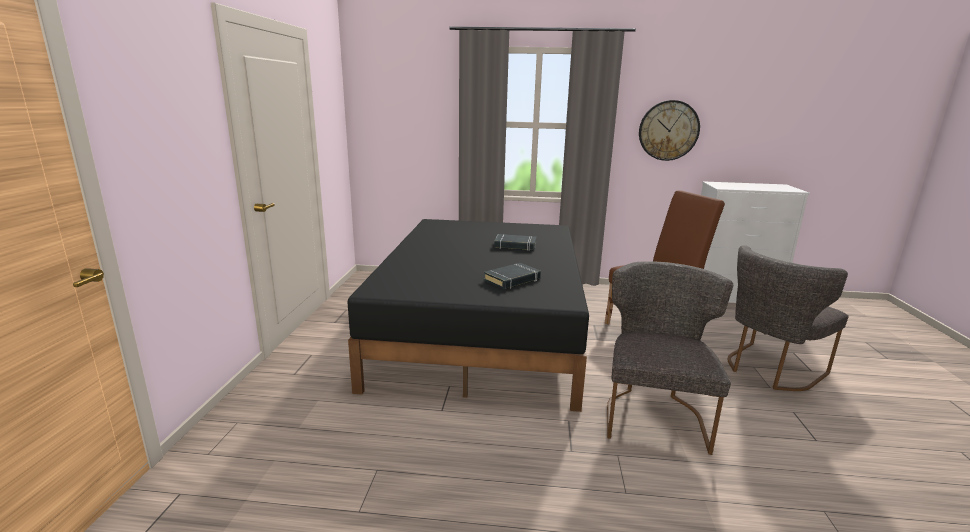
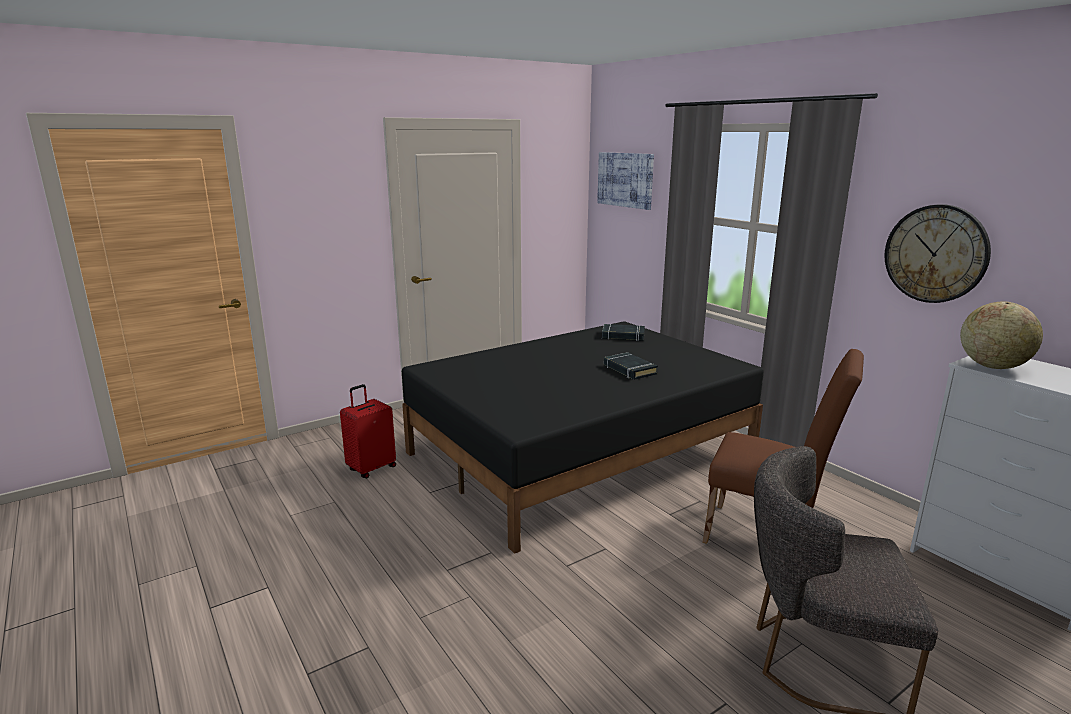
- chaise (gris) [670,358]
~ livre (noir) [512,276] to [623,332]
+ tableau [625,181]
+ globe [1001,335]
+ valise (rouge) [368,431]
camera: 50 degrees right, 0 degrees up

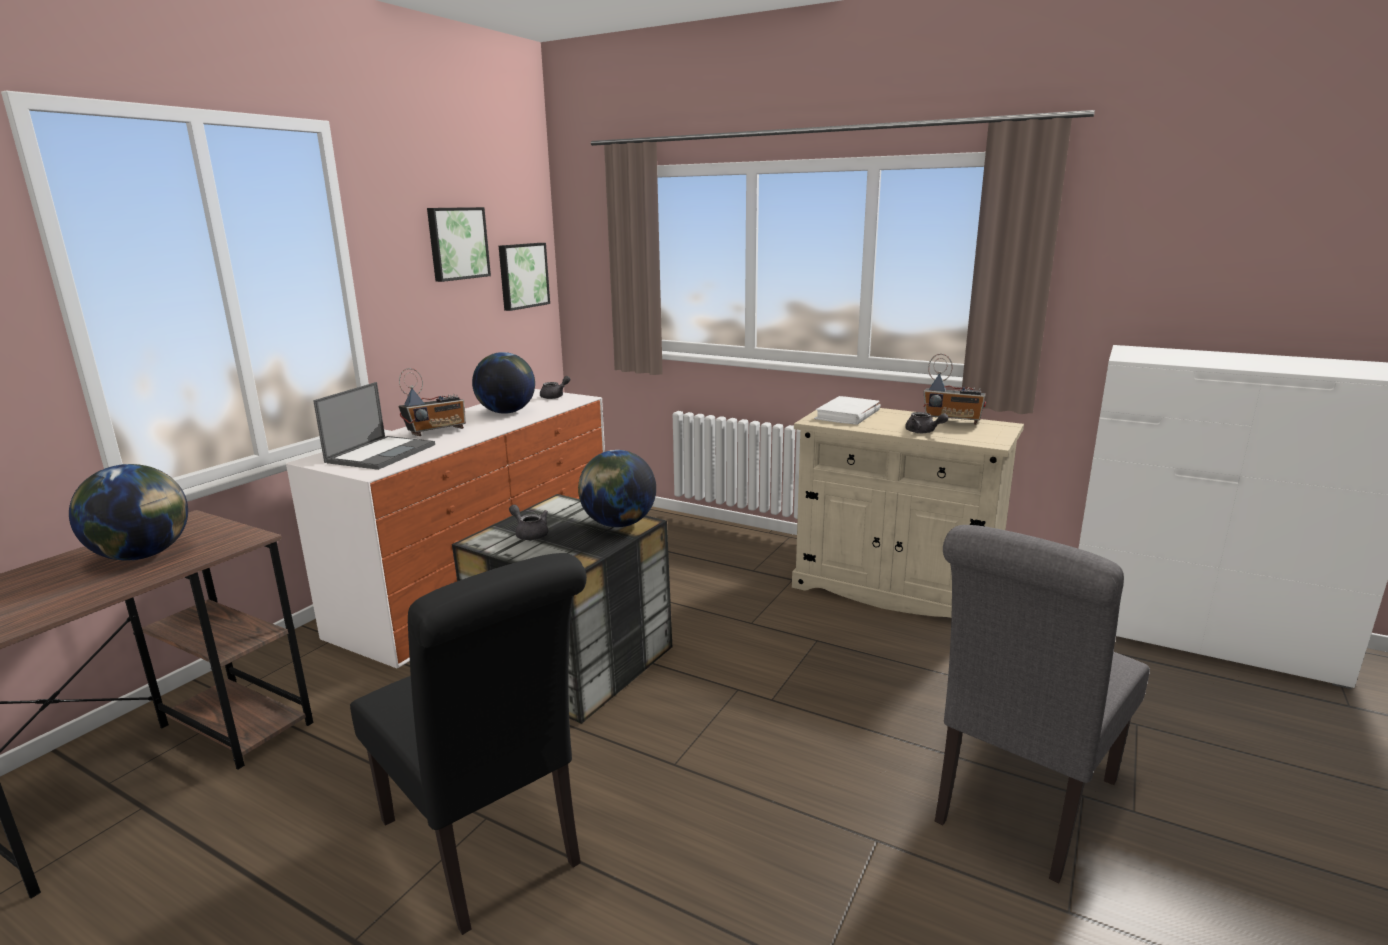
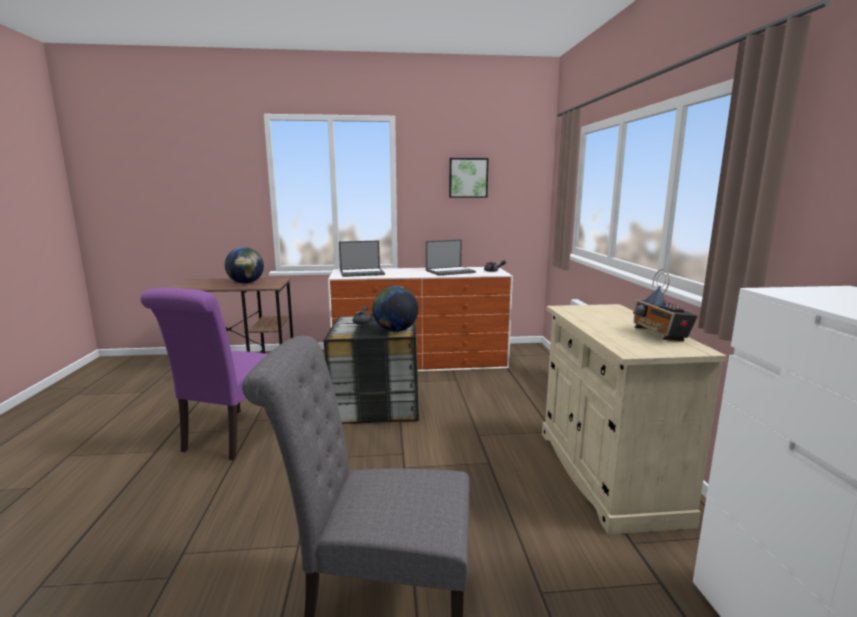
- tableau [524,277]
~ globe [503,383] to ordinateur portable [451,257]
- radio [432,402]
- livre (blanc) [847,410]
- théière (gris) [926,422]
~ chaise (noir) [468,744] to chaise (violet) [204,374]
camera: 55 degrees right, 5 degrees down

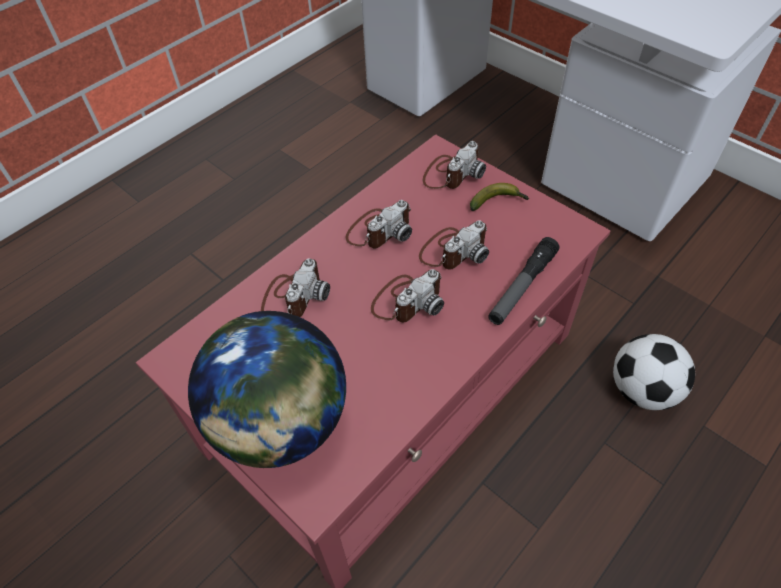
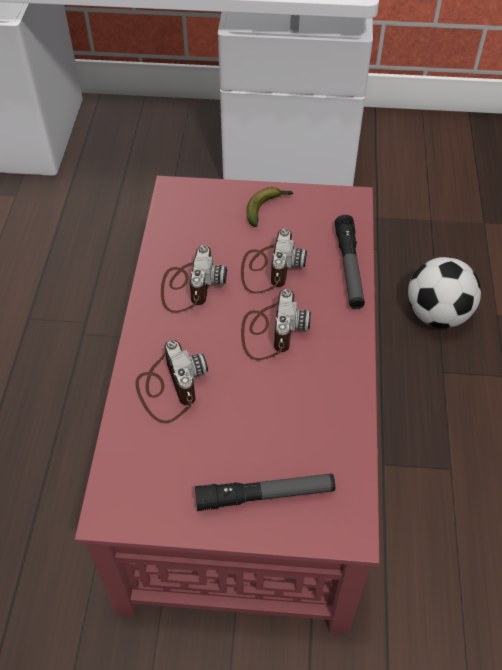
- appareil photo [454,165]
~ globe [267,389] to lampe de poche [265,492]
camera: 40 degrees left, 0 degrees up

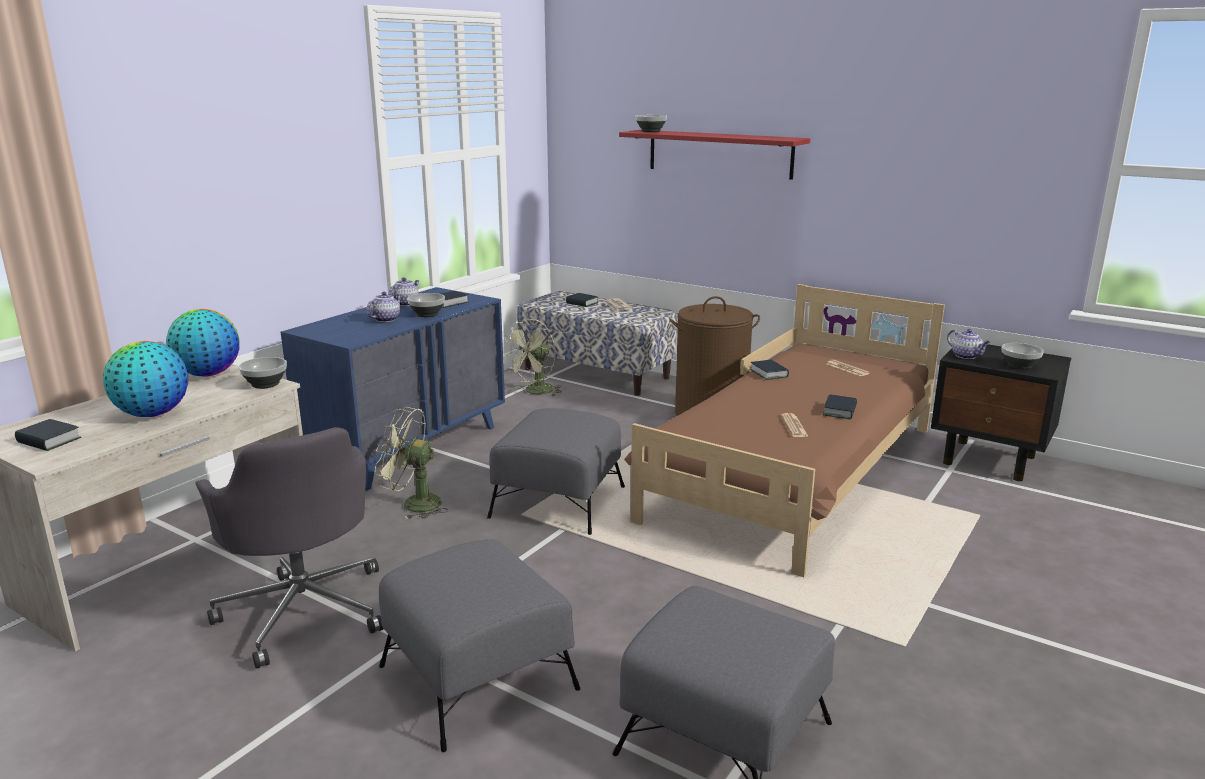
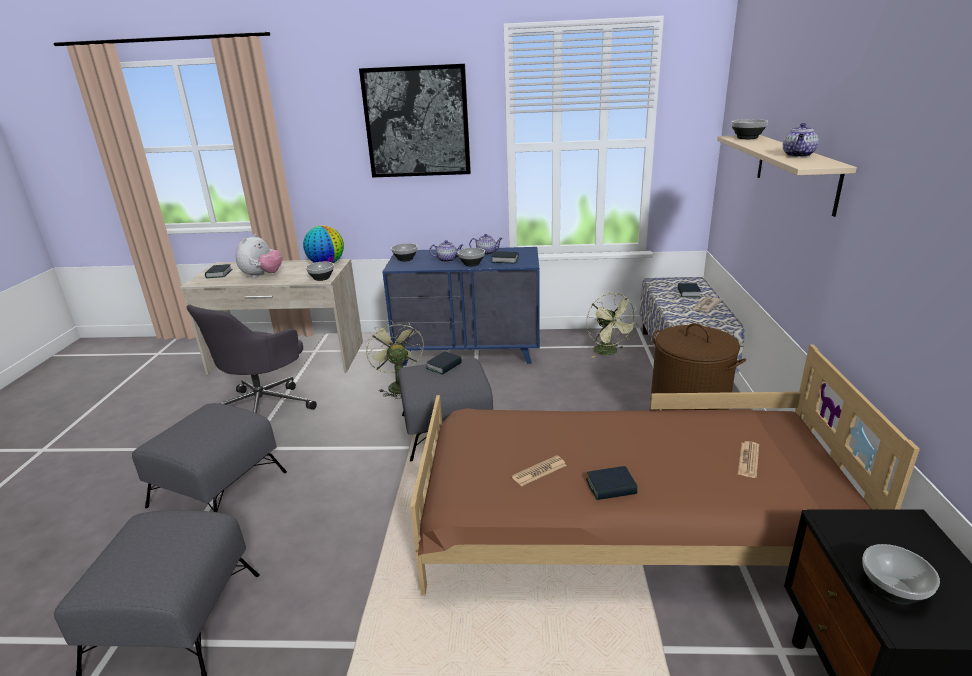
~ étagère (rouge) [714,155] to étagère (beige) [787,176]
~ ventilateur (vert) [532,357] = [612,325] 120 degrees counterclockwise
~ théière [968,344] to [801,140]
~ globe [145,379] to peluche [259,256]
~ livre [769,370] to [444,363]
+ tableau [415,120]
+ bol [404,252]
camera: 60 degrees right, 5 degrees up

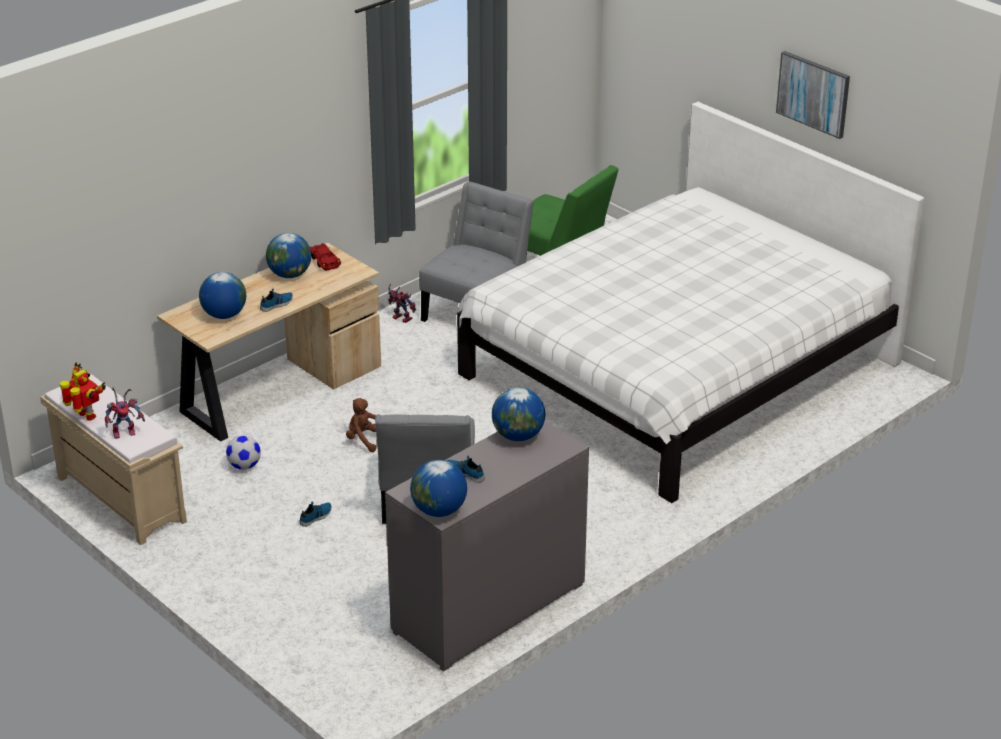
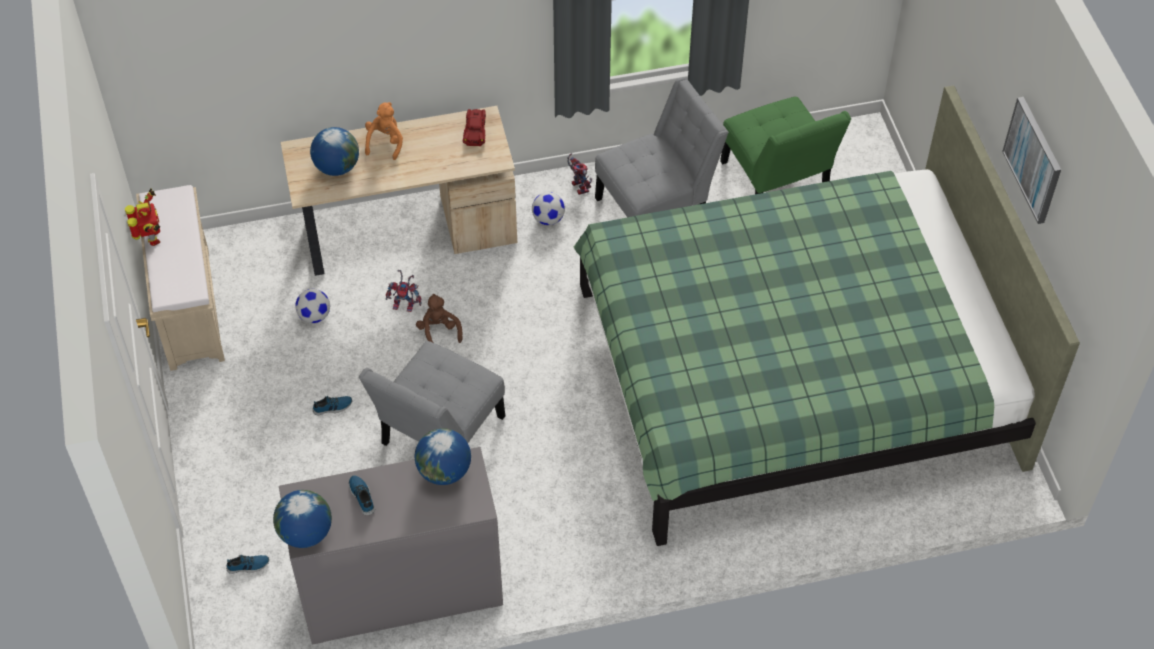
~ lit (blanc) [690,302] to lit (vert) [827,316]
- globe [288,255]
~ chaussure [276,300] to [247,564]
~ robot jouet [125,413] to [404,291]
+ peluche (orange) [384,131]
+ ballon de foot [548,208]
camera: 30 degrees right, 20 degrees up

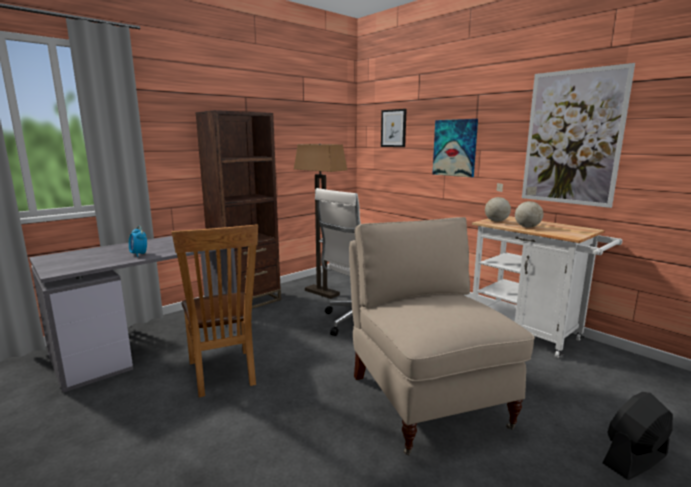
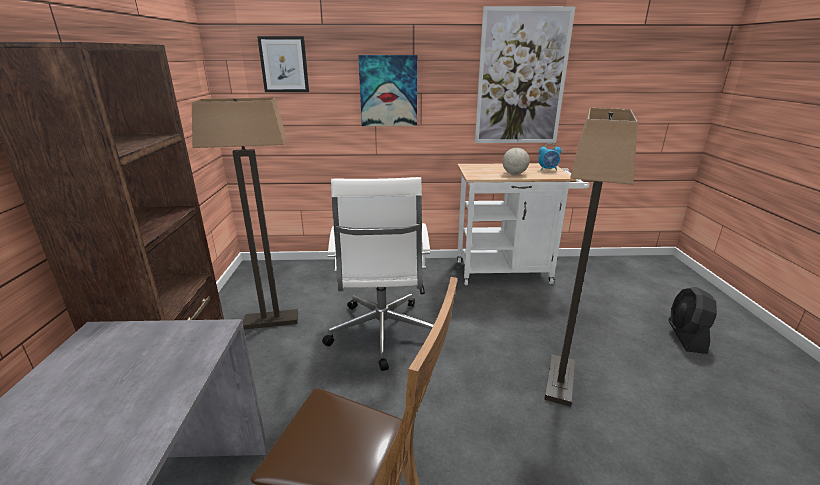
- globe [498,202]
~ chaise (beige) [442,336] to lampadaire [591,257]
~ réveil [138,241] to [549,157]
camera: 50 degrees left, 10 degrees up

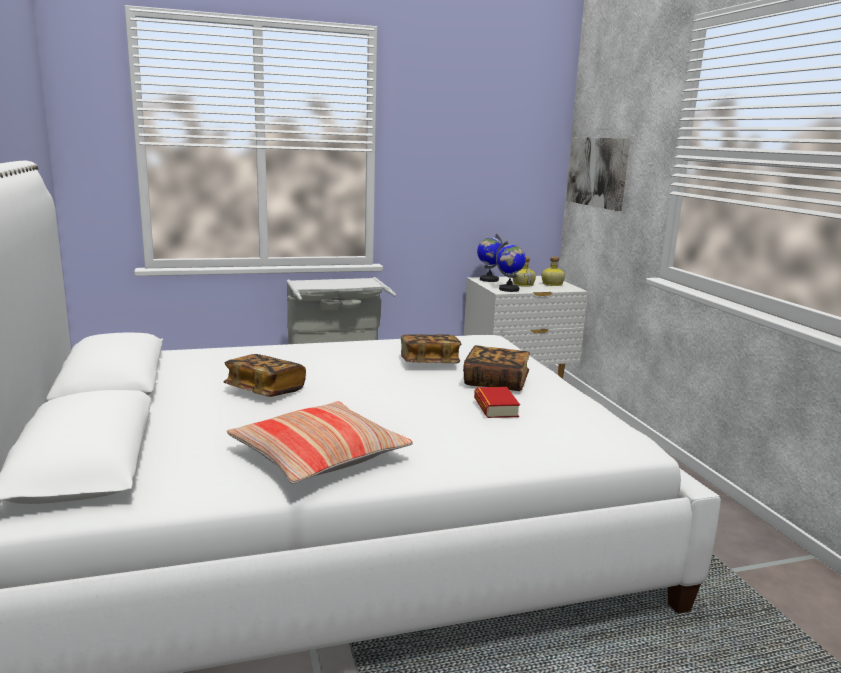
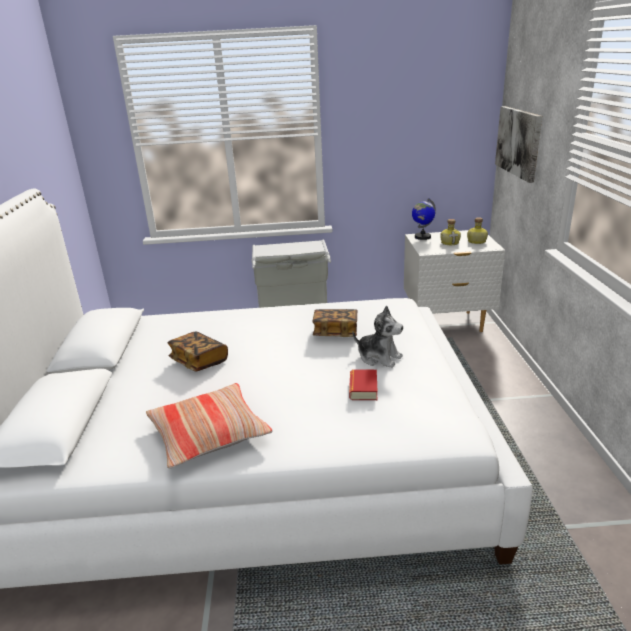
- globe [511,266]
~ livre [496,368] to peluche [377,337]
camera: 15 degrees right, 10 degrees up

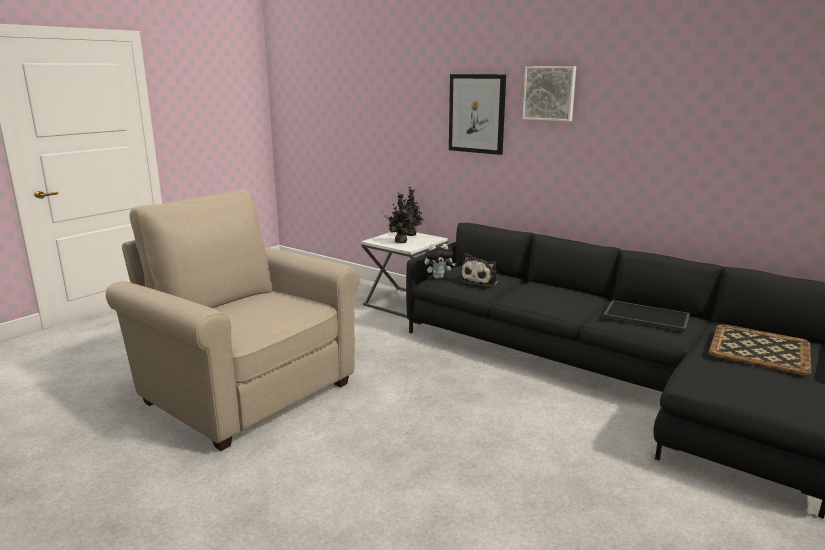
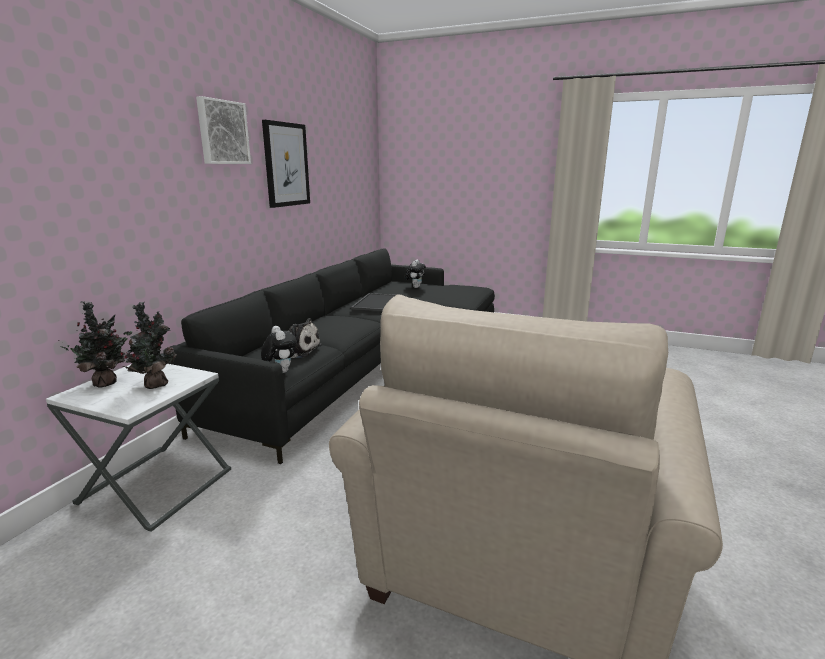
~ tableau [477,114] to [286,164]
~ plateau [760,349] to peluche [415,273]
camera: 105 degrees left, 0 degrees up

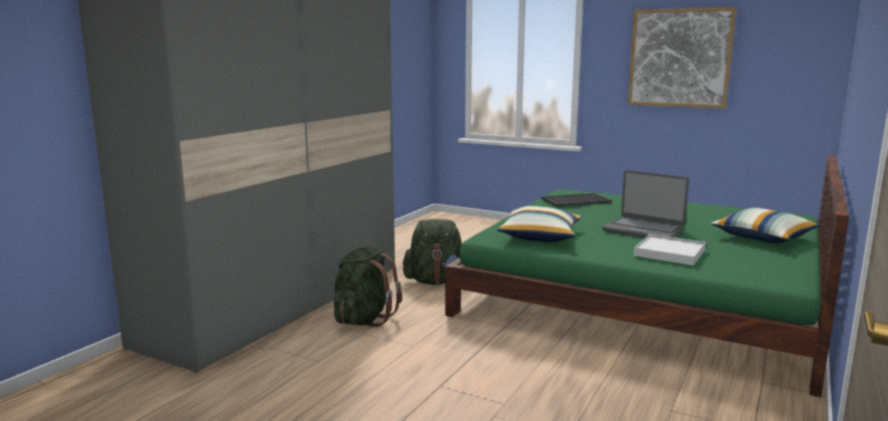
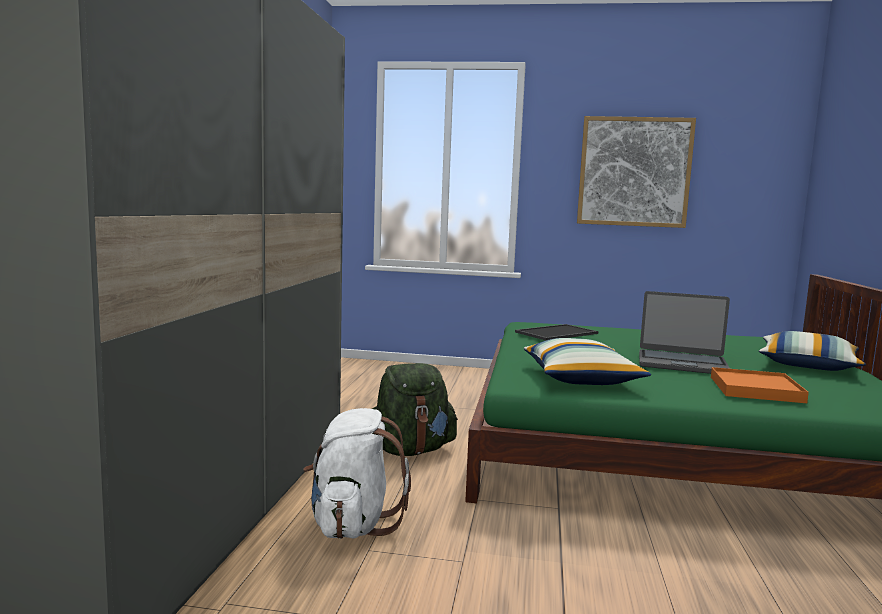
~ plateau (blanc) [670,249] to plateau (orange) [760,385]
~ sac à dos (vert) [368,286] to sac à dos (blanc) [357,473]
camera: 20 degrees left, 5 degrees down

